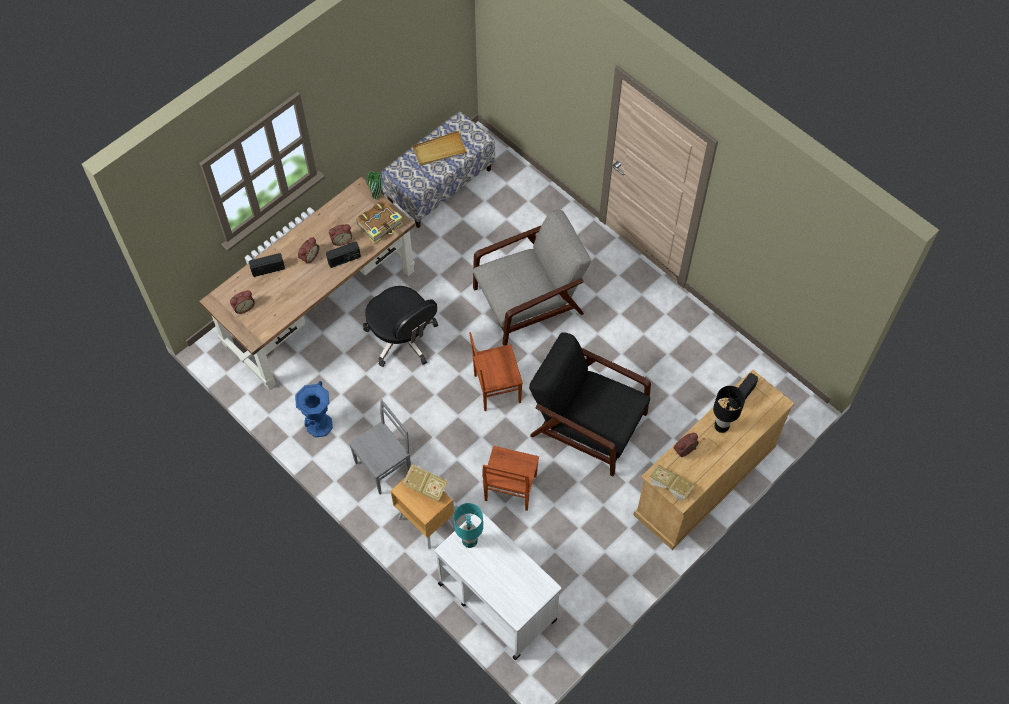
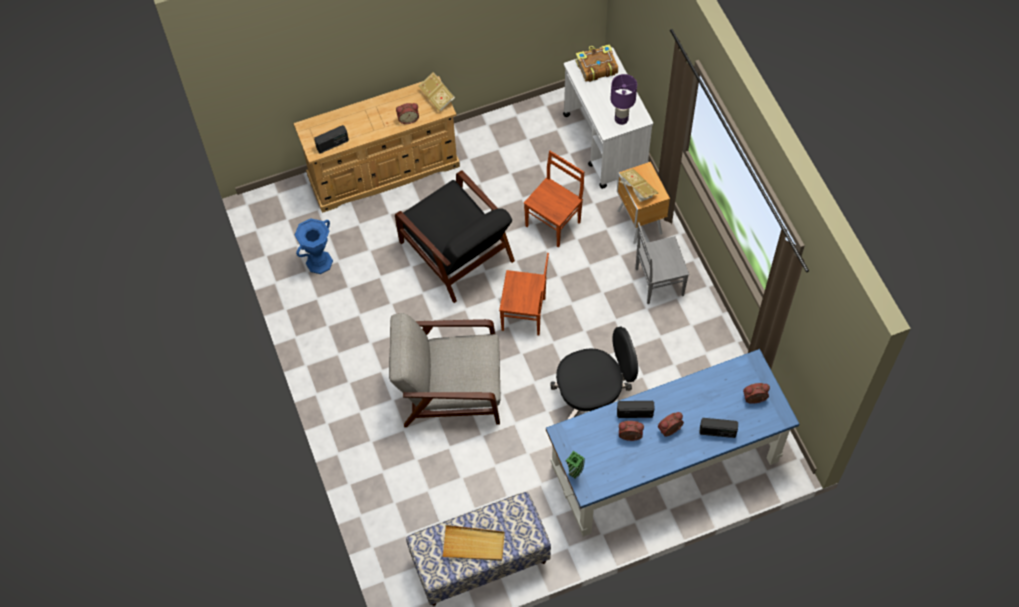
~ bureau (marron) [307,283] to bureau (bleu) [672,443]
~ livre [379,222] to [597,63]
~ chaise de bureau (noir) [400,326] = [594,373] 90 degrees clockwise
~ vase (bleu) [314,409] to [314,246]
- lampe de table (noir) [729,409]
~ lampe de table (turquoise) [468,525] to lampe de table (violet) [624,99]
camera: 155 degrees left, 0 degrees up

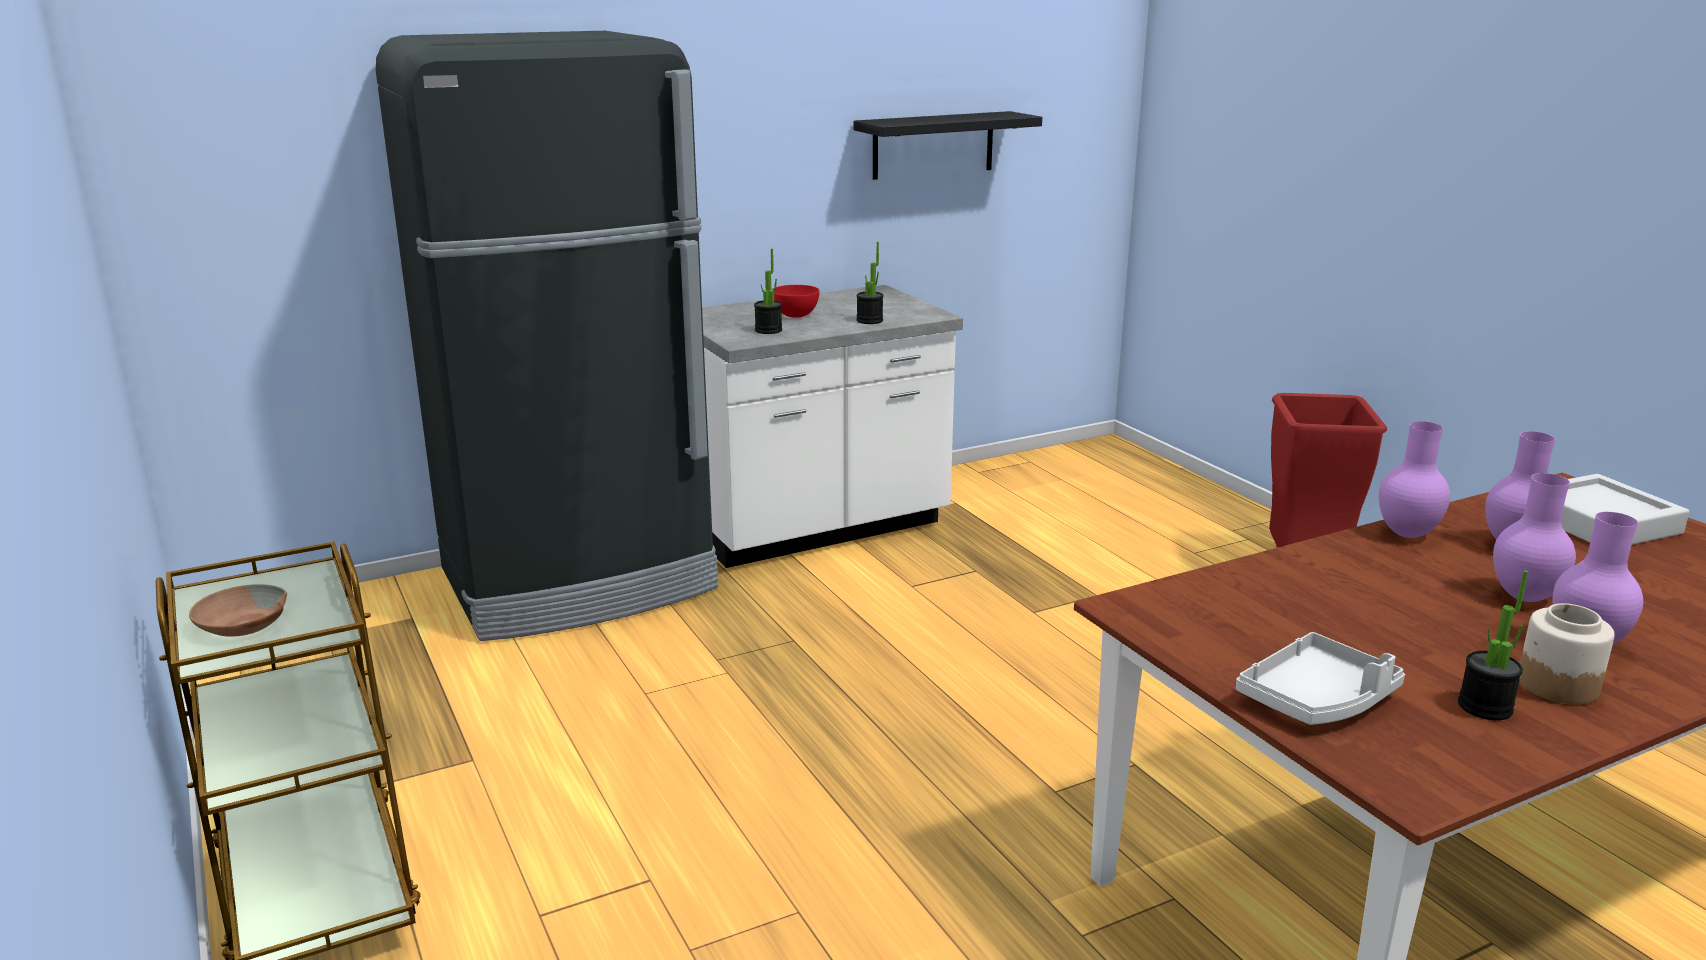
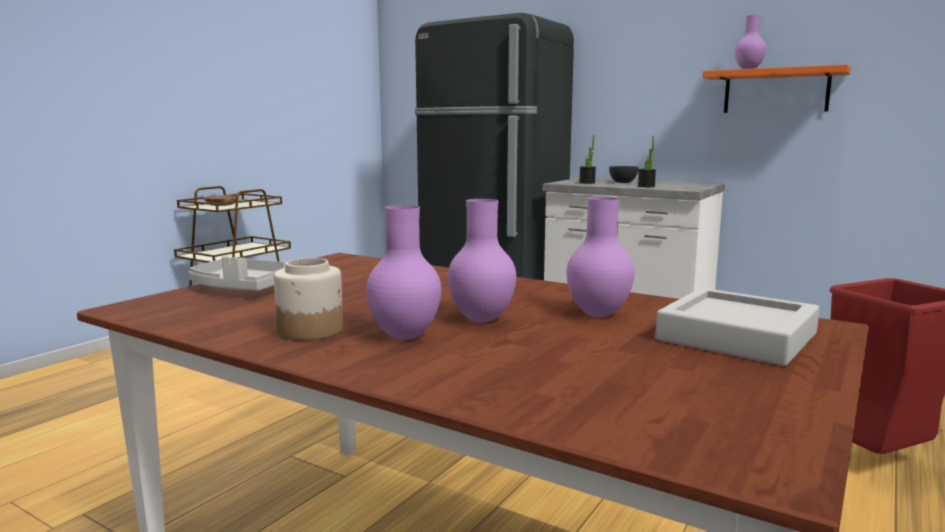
~ étagère (noir) [948,145] to étagère (orange) [777,89]
~ bol (rouge) [796,301] to bol (gris) [624,174]
~ vase (violet) [1414,479] to [750,42]
- plante en pot [1493,645]
camera: 60 degrees right, 10 degrees down

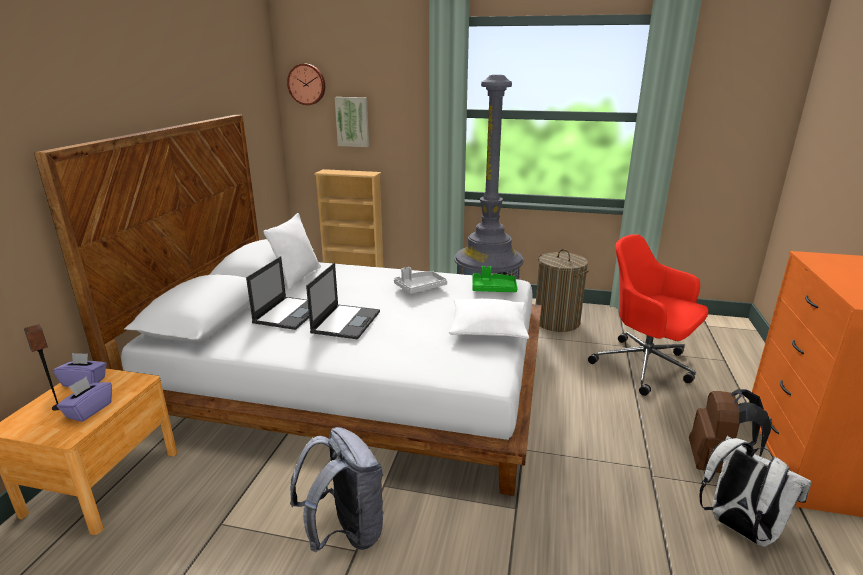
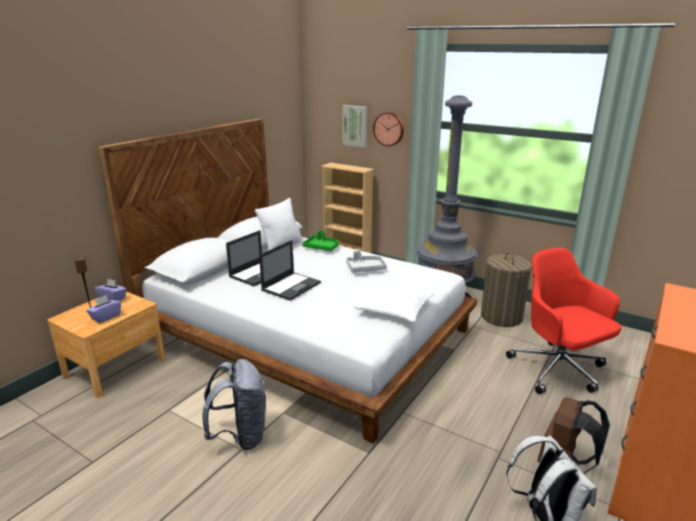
~ horloge murale [306,84] to [388,129]
~ plateau (vert) [495,279] to [321,240]
camera: 20 degrees right, 0 degrees up

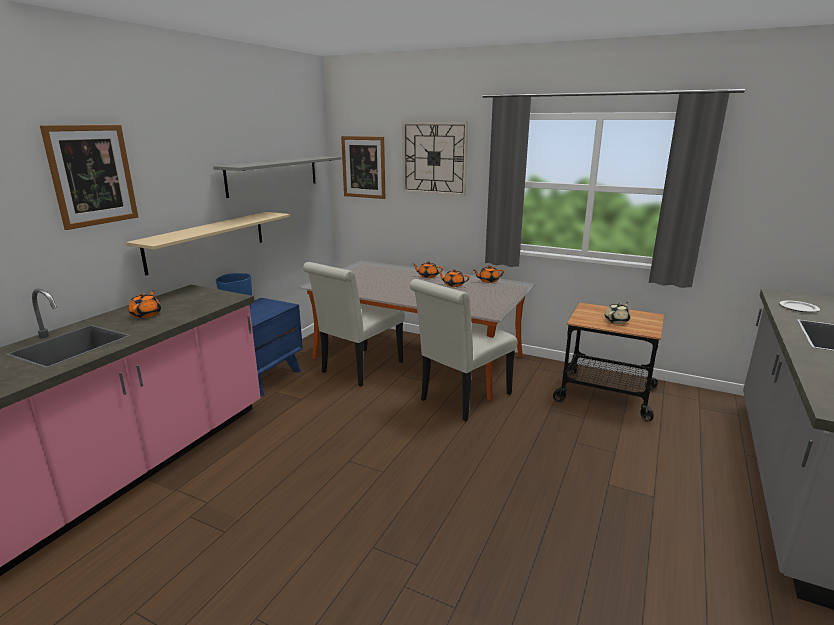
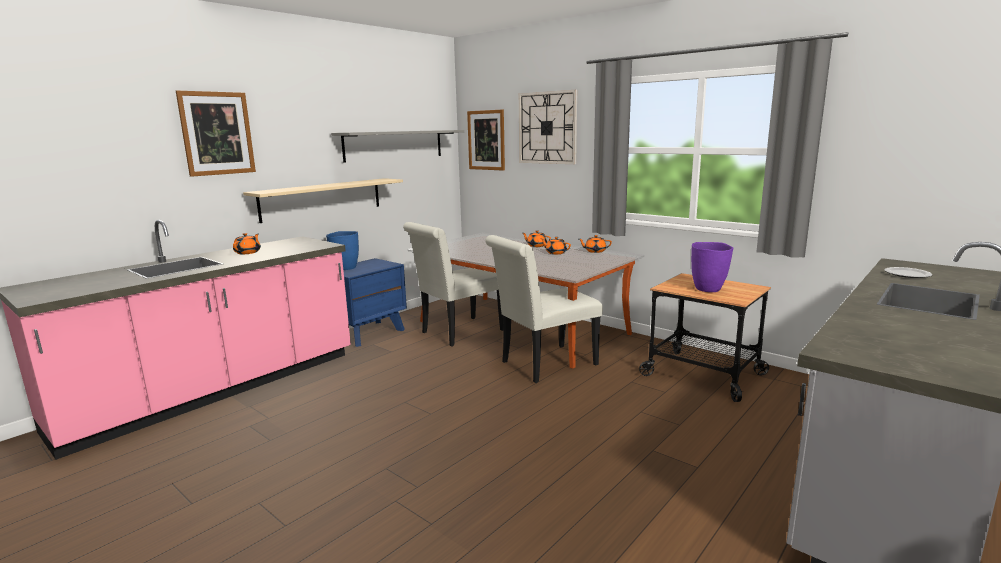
~ théière (beige) [617,313] to vase (violet) [712,267]
camera: 15 degrees right, 5 degrees down

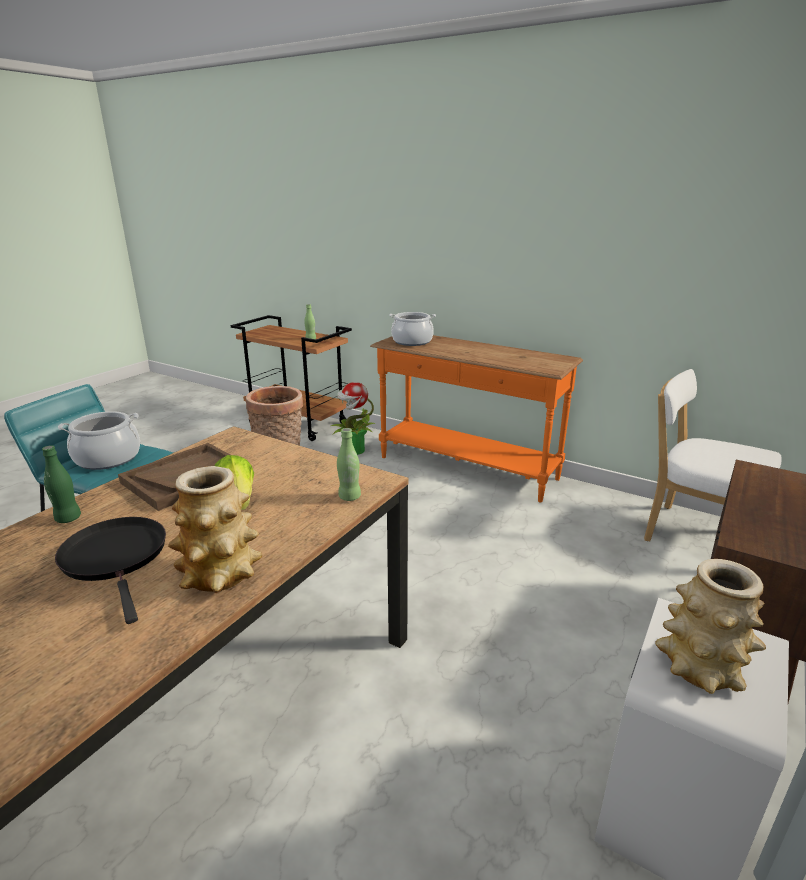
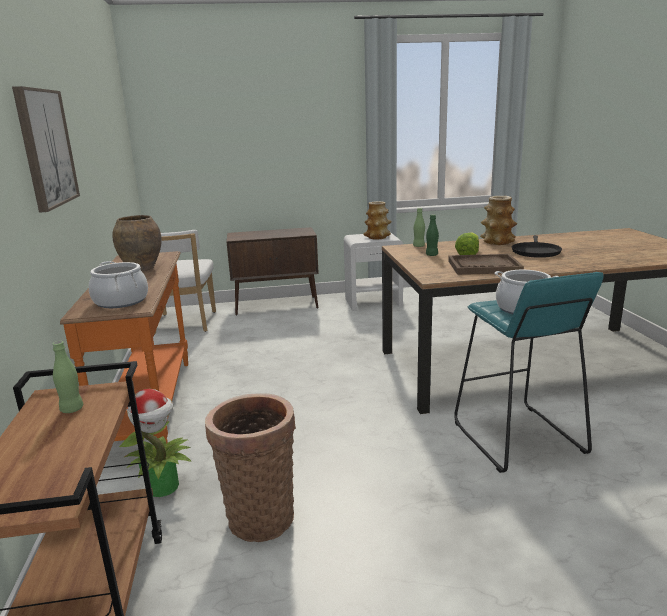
~ bouteille (vert) [61,484] to [432,235]
+ tableau [46,149]
+ vase (marron) [137,243]
camera: 130 degrees left, 5 degrees down

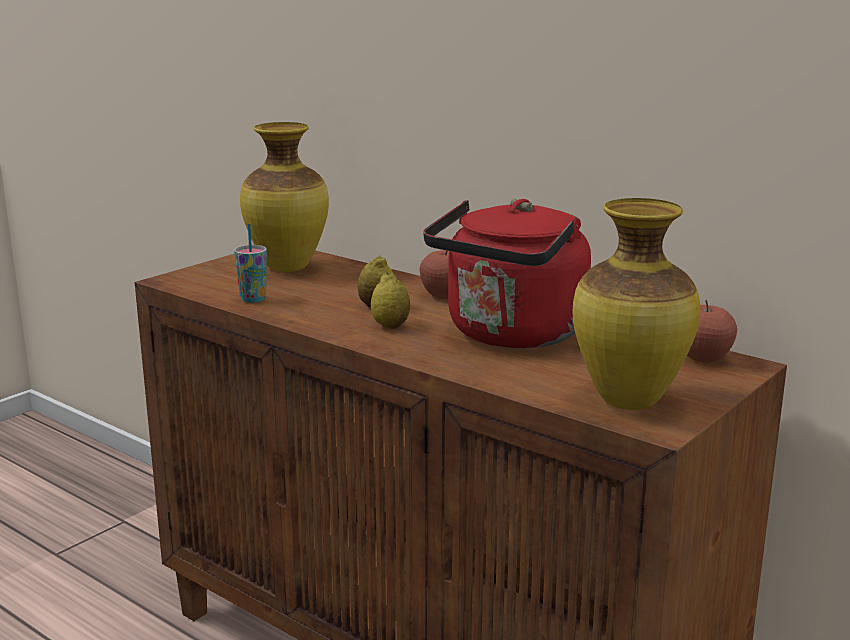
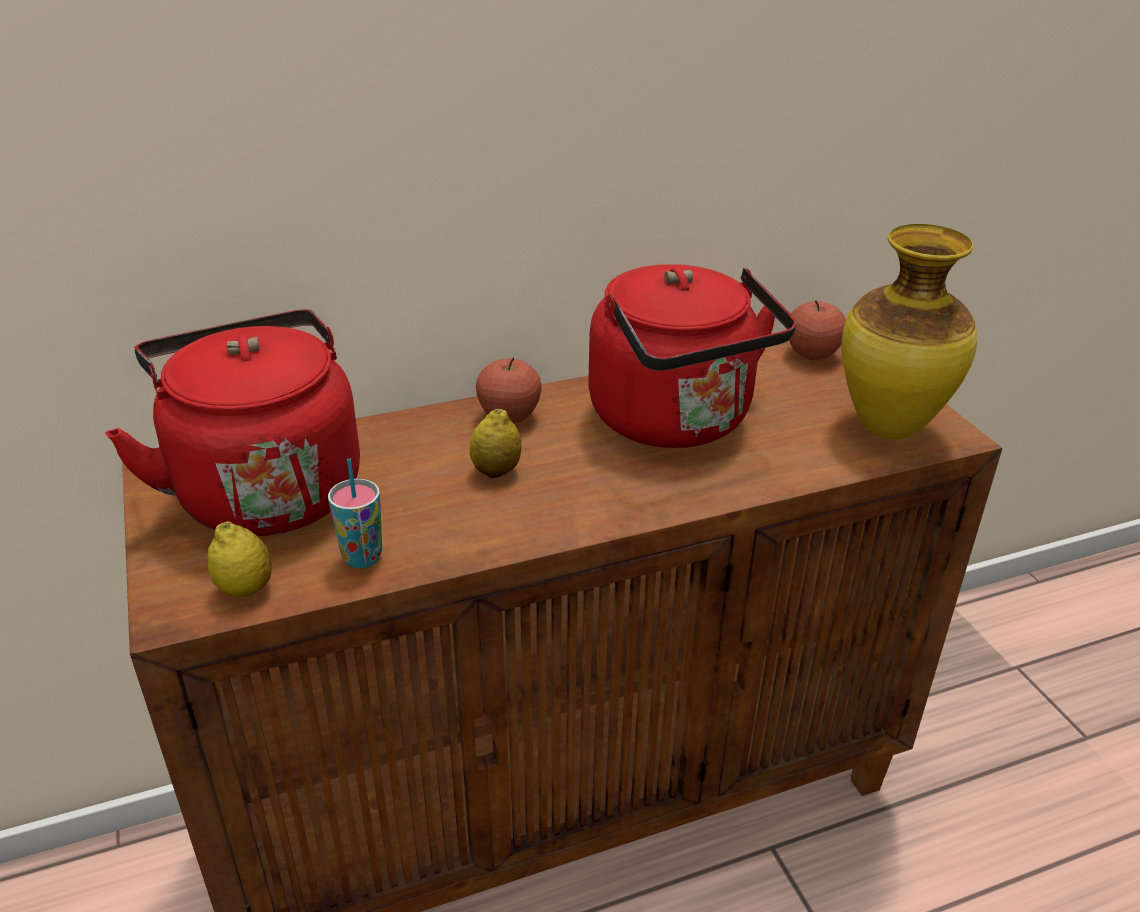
~ vase [284,197] to bouilloire (rouge) [232,422]
~ citron [390,301] to [239,558]
camera: 60 degrees left, 15 degrees up

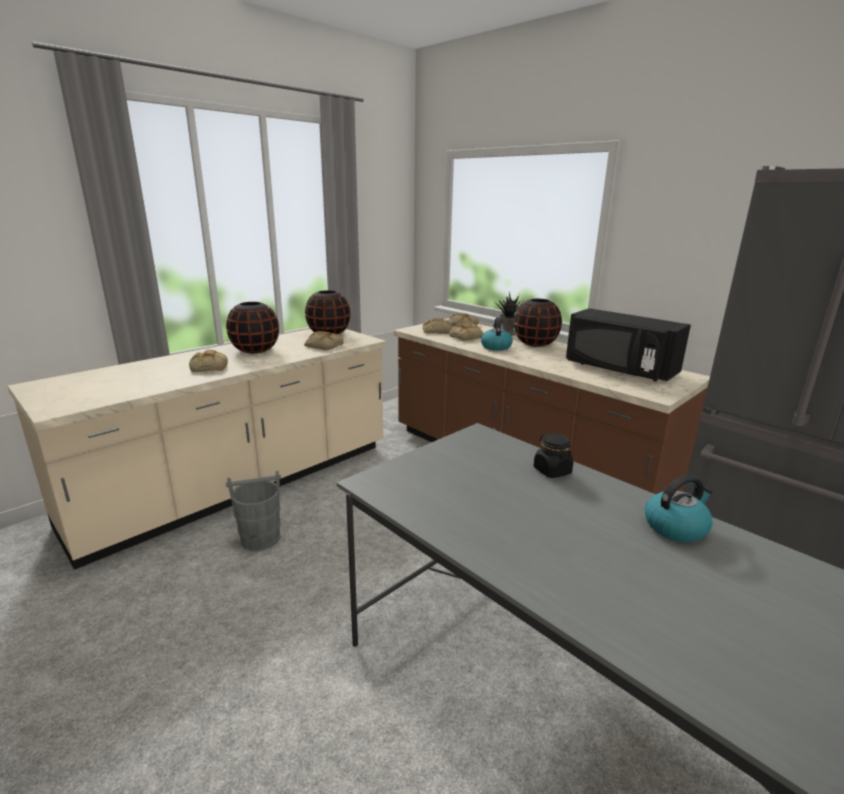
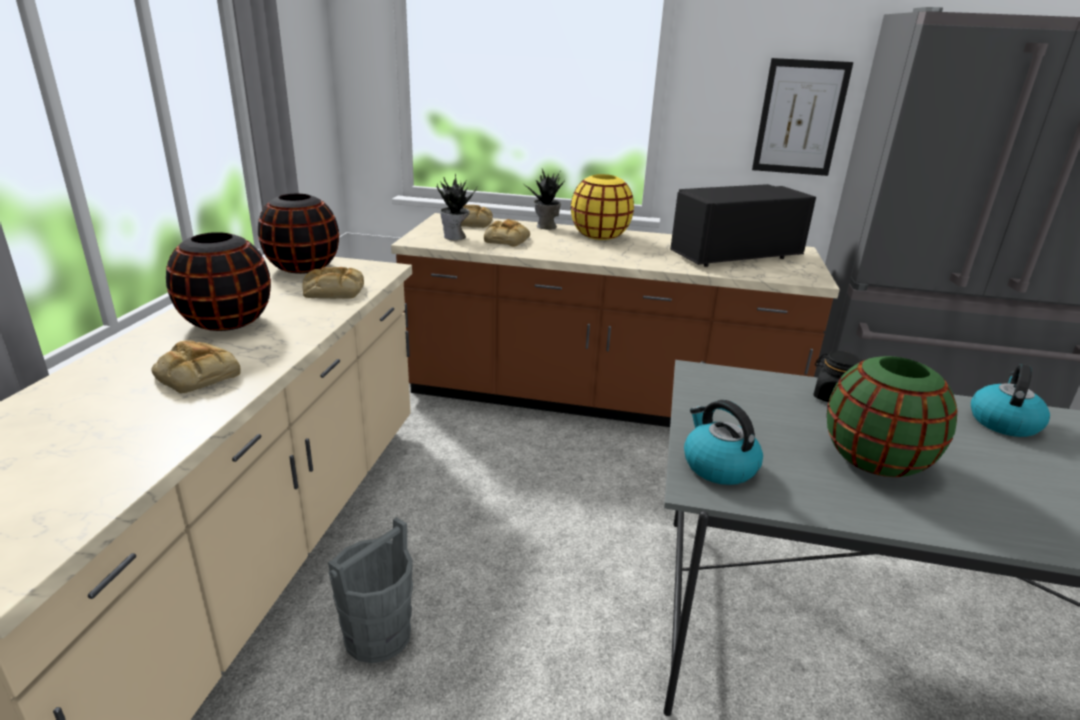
~ vase (noir) [538,323] to vase (jaune) [602,207]
~ micro-ondes (noir) [628,345] = [743,225] 150 degrees clockwise
~ bouilloire [497,334] to [723,442]
~ pain [438,326] to plante en pot [457,207]
+ tableau [802,117]
+ vase (vert) [892,416]
camera: 35 degrees left, 5 degrees up

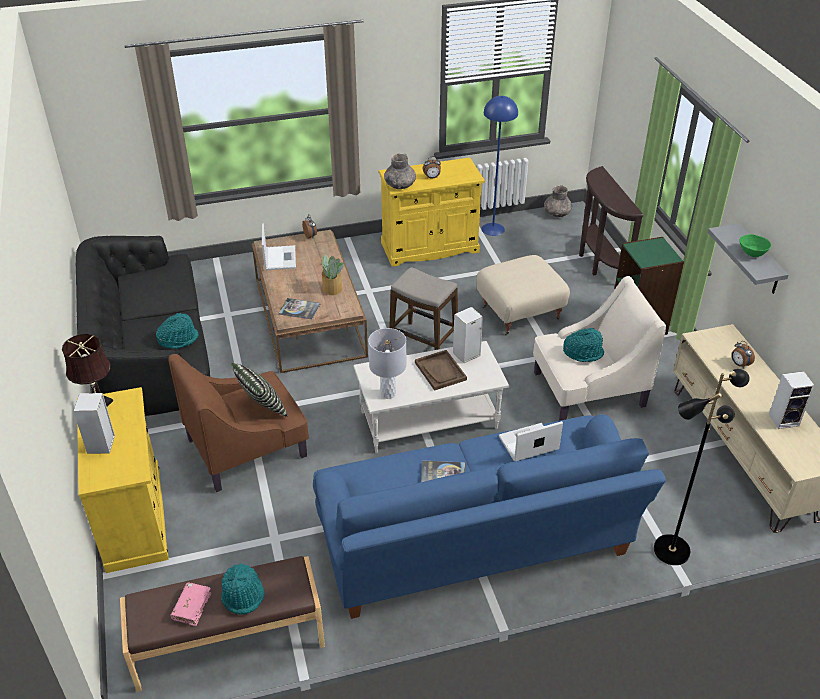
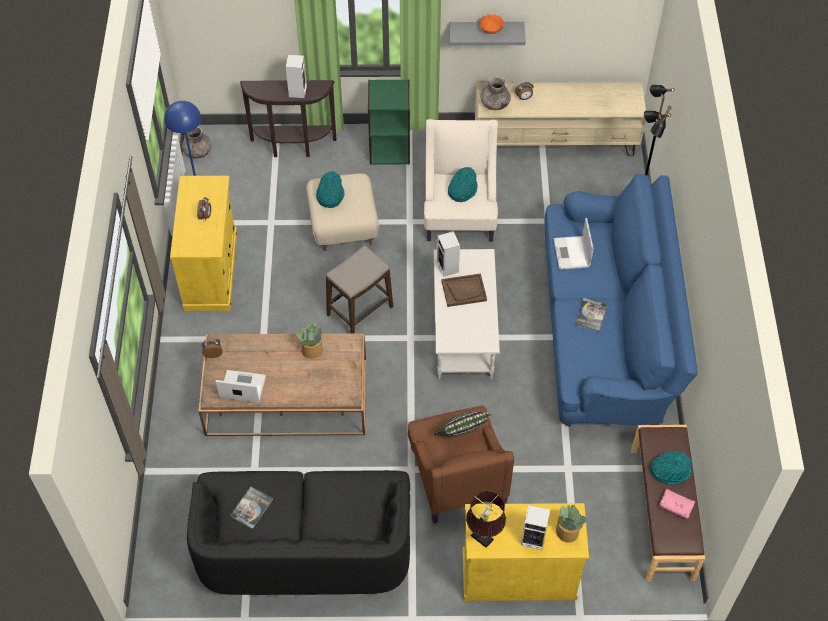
~ vase (gris) [400,171] to [495,93]
~ bol (vert) [755,245] to bol (orange) [492,24]
~ livre [299,308] to [251,507]
~ chapeau (turquoise) [177,331] to [330,189]
- lampe de table (gris) [387,363]
~ enceinte [792,400] to [296,76]
+ plante en pot [571,524]
camera: 75 degrees left, 15 degrees up

